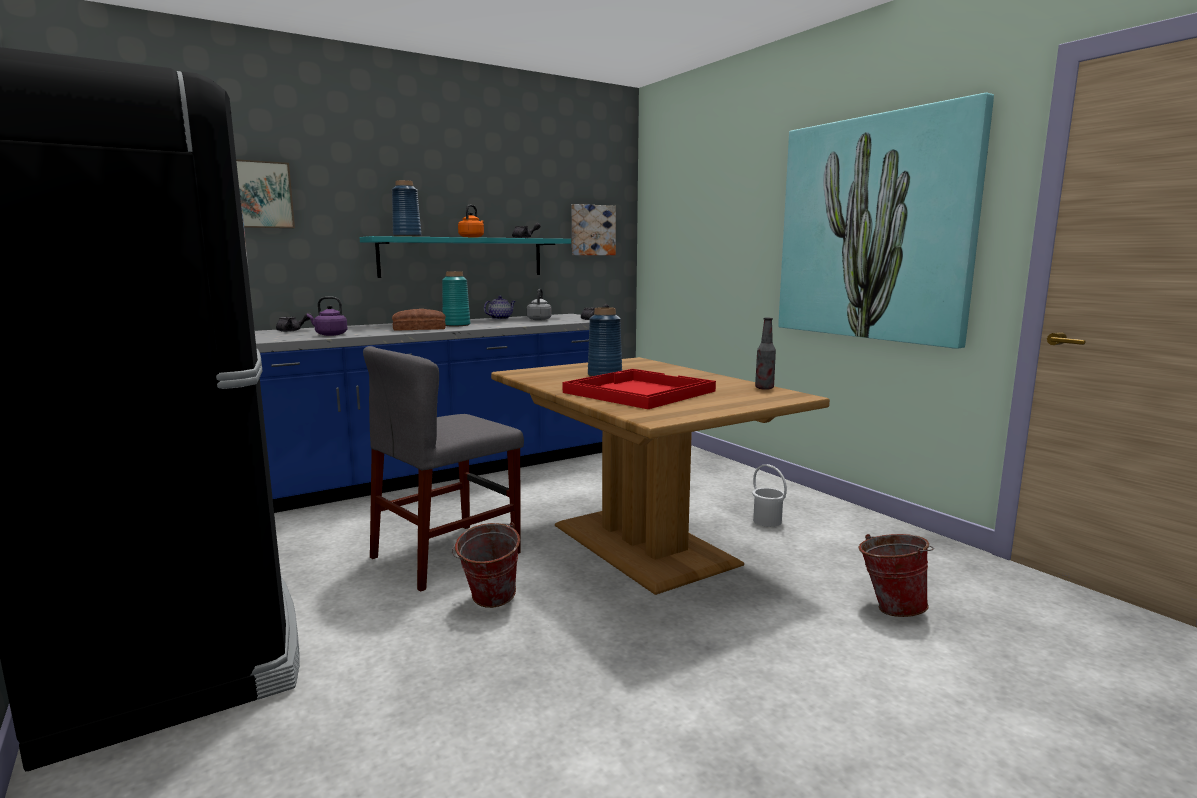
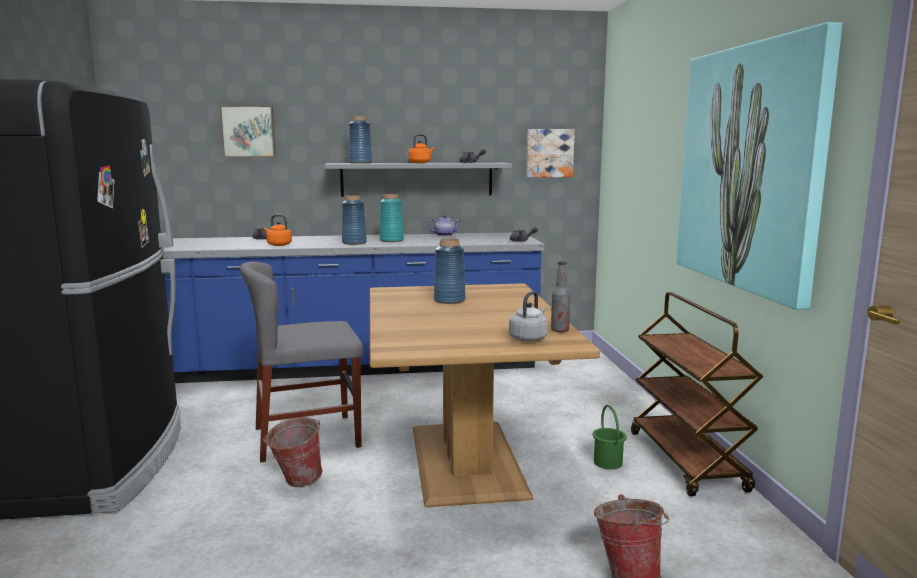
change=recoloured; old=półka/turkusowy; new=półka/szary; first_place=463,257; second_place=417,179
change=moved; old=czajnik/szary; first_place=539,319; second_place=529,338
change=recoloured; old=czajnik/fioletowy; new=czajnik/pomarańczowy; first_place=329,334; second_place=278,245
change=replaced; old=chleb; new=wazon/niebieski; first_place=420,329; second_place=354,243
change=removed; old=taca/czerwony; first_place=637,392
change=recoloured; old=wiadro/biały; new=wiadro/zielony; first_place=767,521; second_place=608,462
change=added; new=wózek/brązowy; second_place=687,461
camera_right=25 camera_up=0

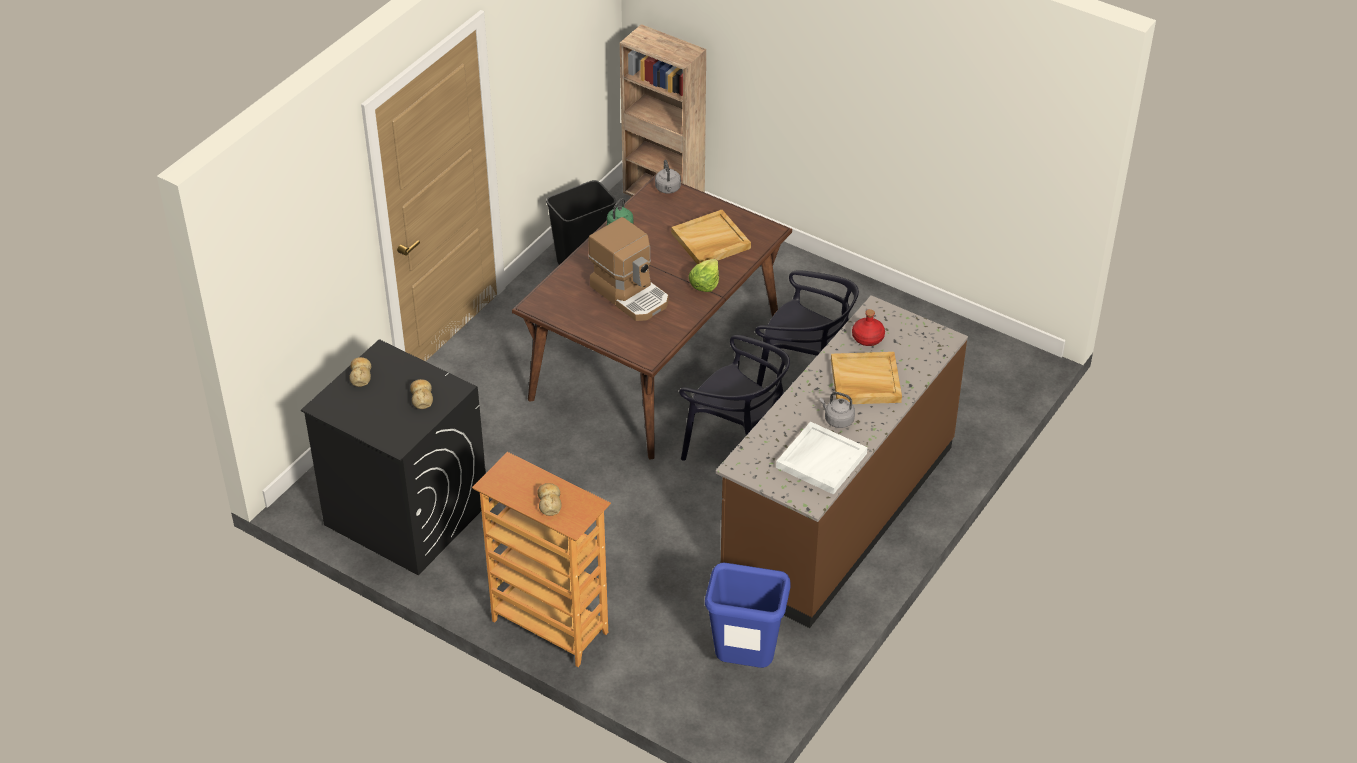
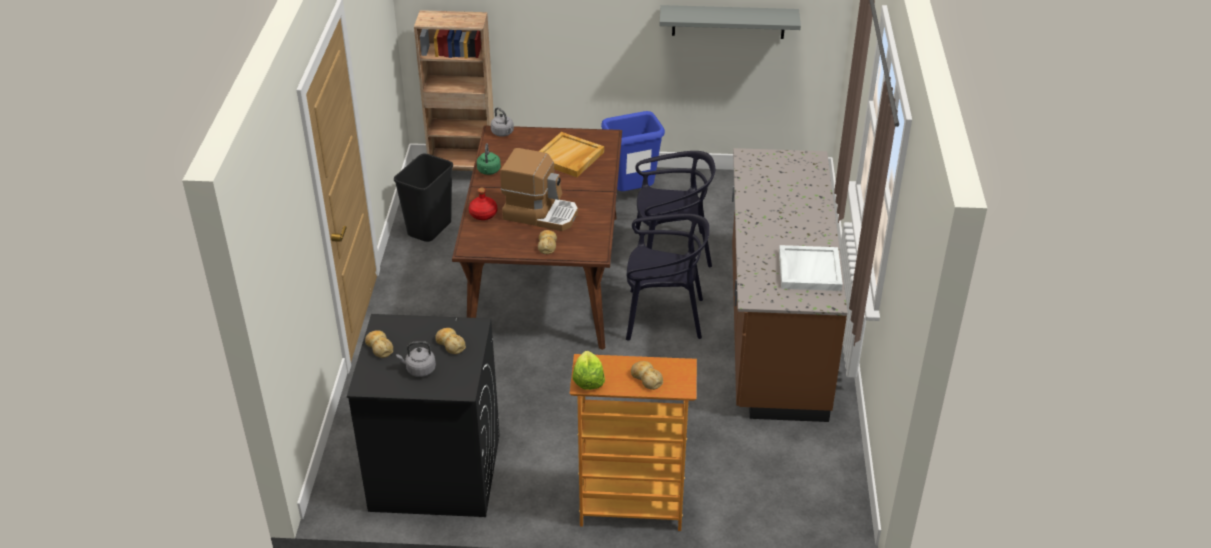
change=moved; old=sałata; first_place=705,283; second_place=588,380
change=moved; old=butelka/czerwony; first_place=867,337; second_place=483,214
change=removed; old=taca/beżowy; first_place=865,381
change=moved; old=czajnik/szary; first_place=837,420; second_place=419,370
change=moved; old=kosz na śmieci/niebieski; first_place=744,662; second_place=631,193
change=added; new=półka/szary; second_place=728,21
change=added; new=chleb; second_place=547,245
camera_right=-30 camera_up=-5

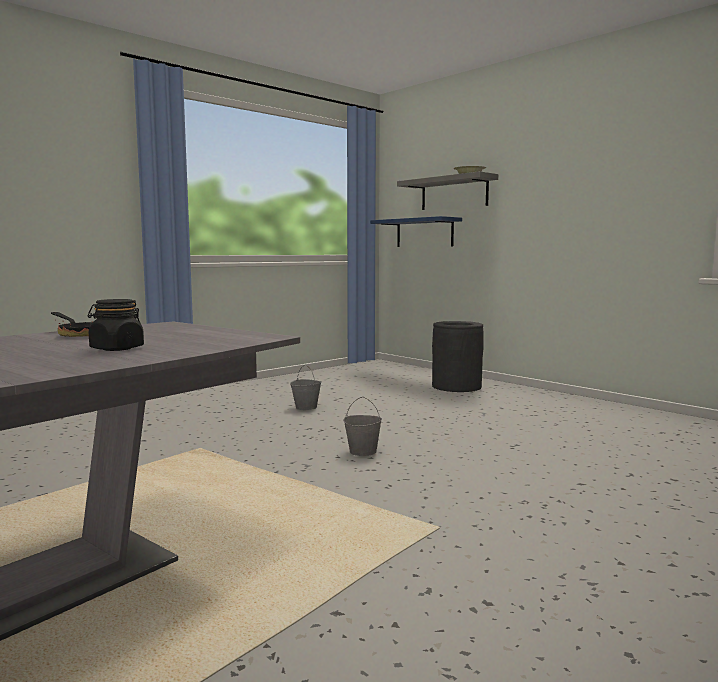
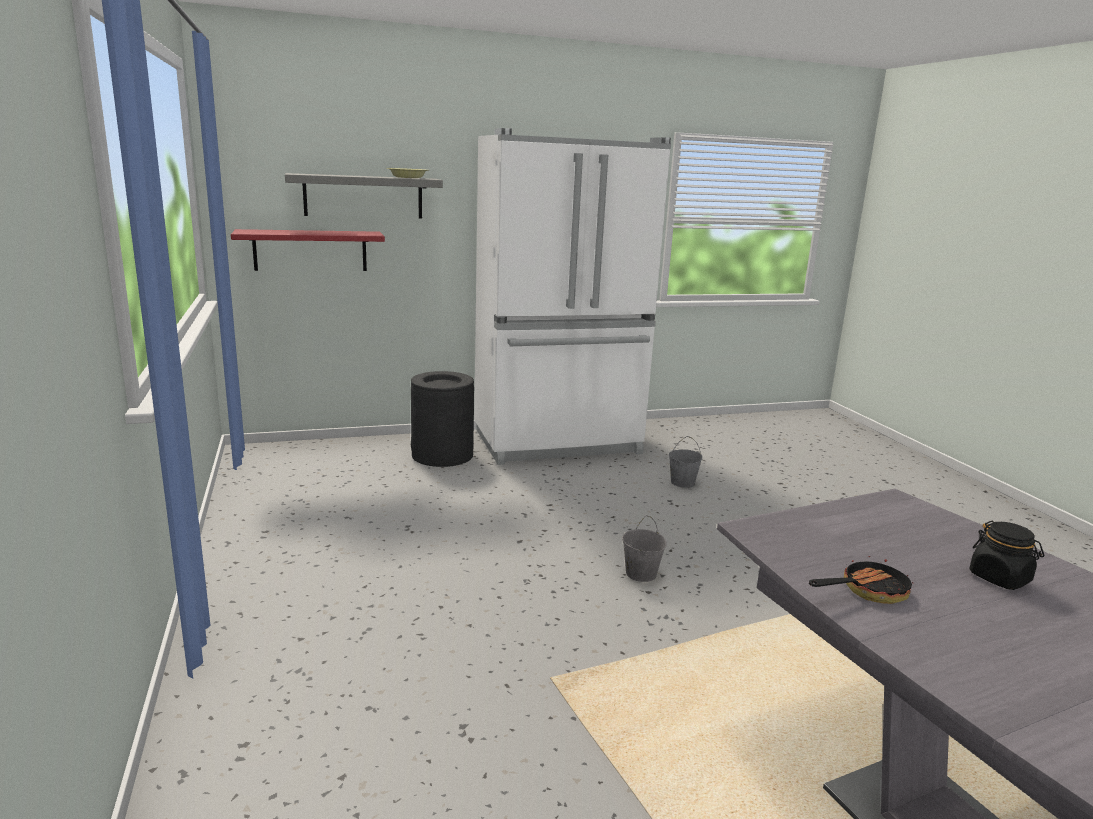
change=recoloured; old=półka/niebieski; new=półka/czerwony; first_place=424,233; second_place=310,250
change=moved; old=wiadro/szary; first_place=306,407; second_place=682,482
change=added; new=lodówka/biały; second_place=559,443
camera_right=-65 camera_up=10

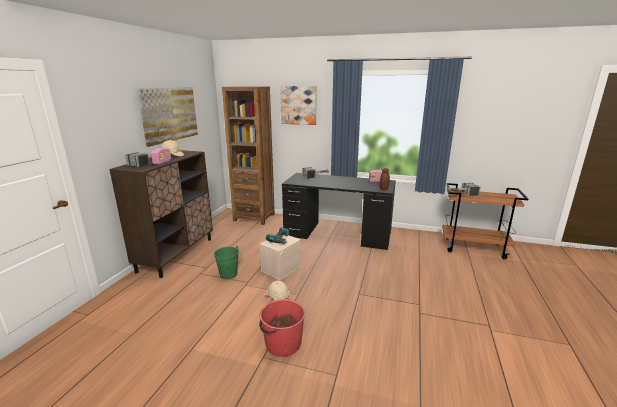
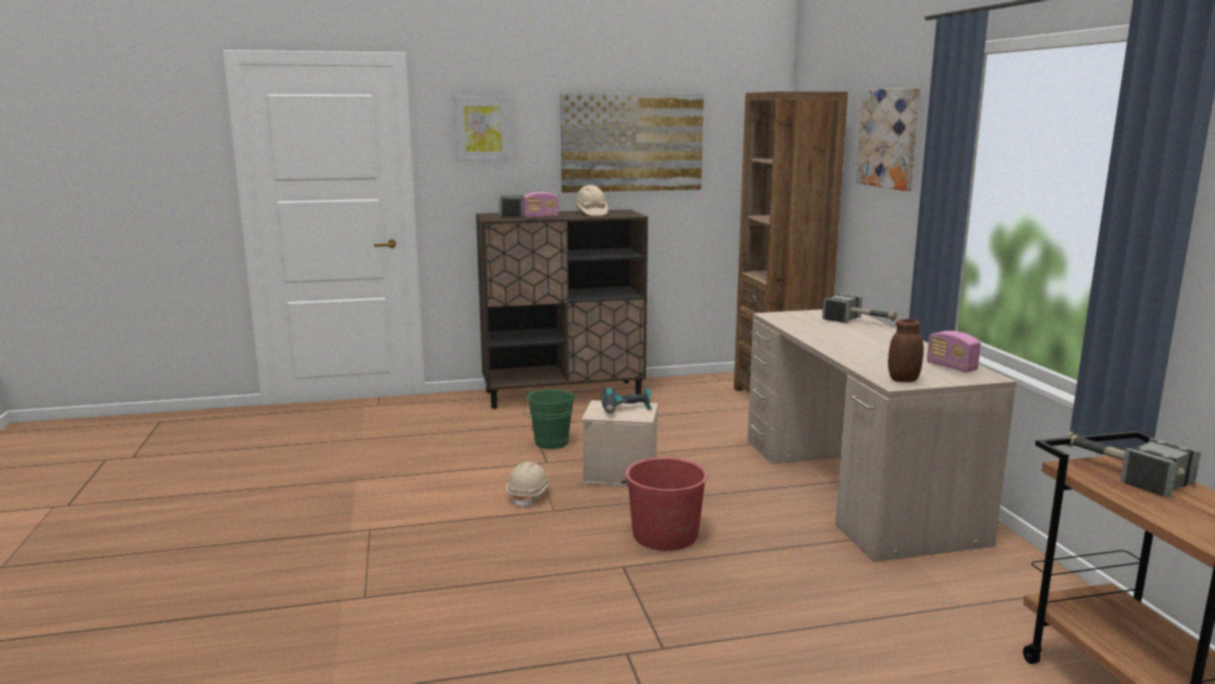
change=recoloured; old=biurko/czarny; new=biurko/beżowy; first_place=338,234; second_place=853,487
change=moved; old=wiadro/czerwony; first_place=282,343; second_place=664,535
change=added; new=obraz; second_place=482,129
camera_right=60 camera_up=-5

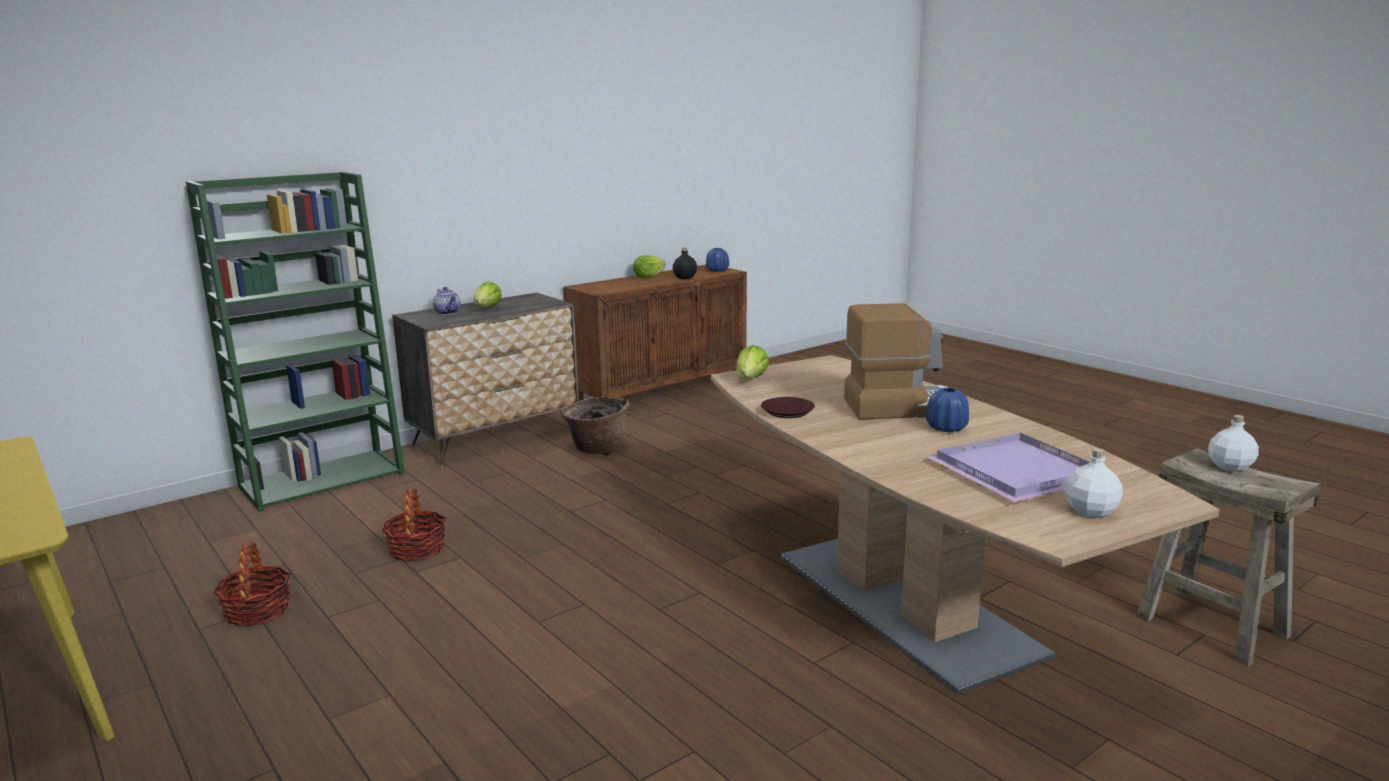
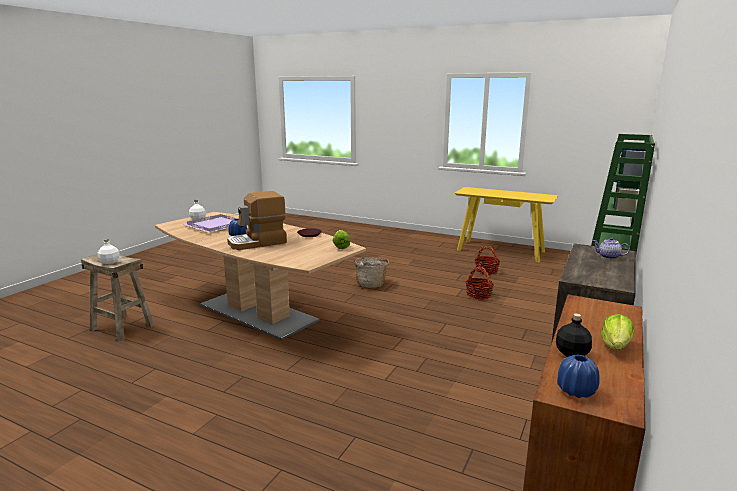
change=removed; old=sałata; first_place=487,309
change=moved; old=koszyk; first_place=596,450; second_place=371,284
camera_right=155 camera_up=0

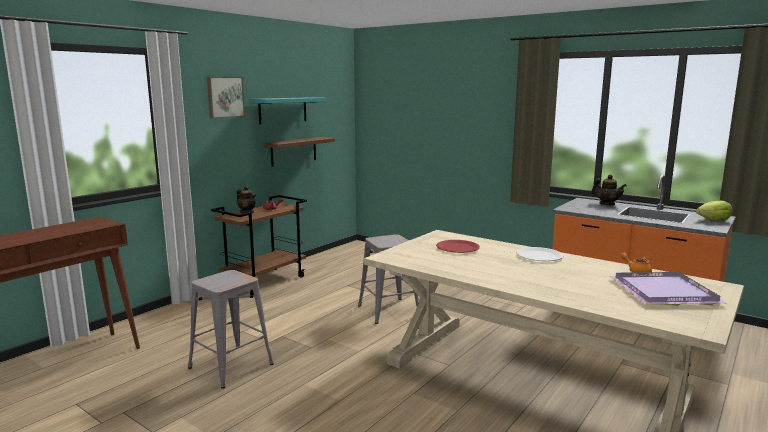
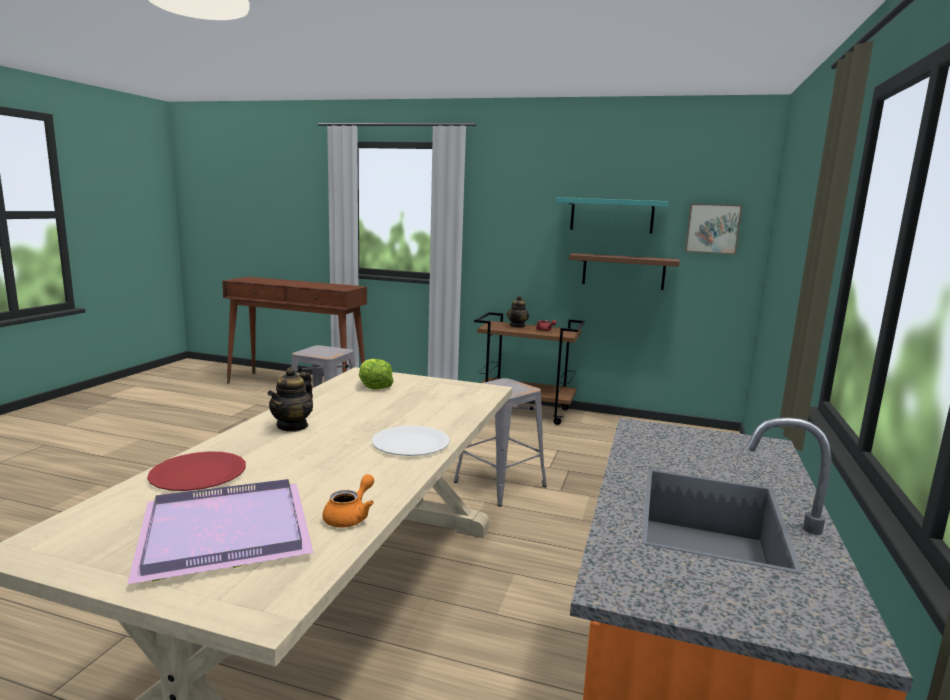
change=moved; old=obraz; first_place=225,97; second_place=712,228
change=moved; old=imbryk; first_place=607,204; second_place=292,426
change=moved; old=sałata; first_place=713,220; second_place=374,386
change=moved; old=talerz/czerwony; first_place=458,248; second_place=198,474
camera_right=70 camera_up=0

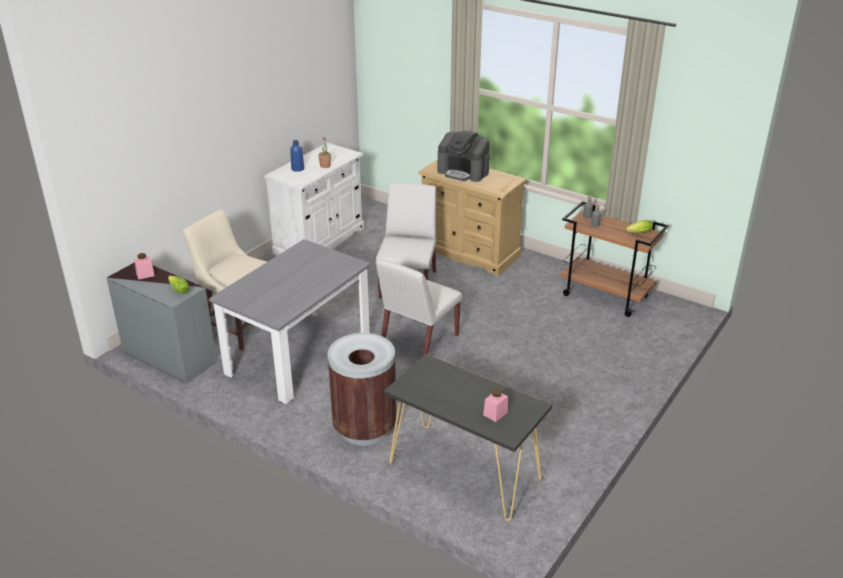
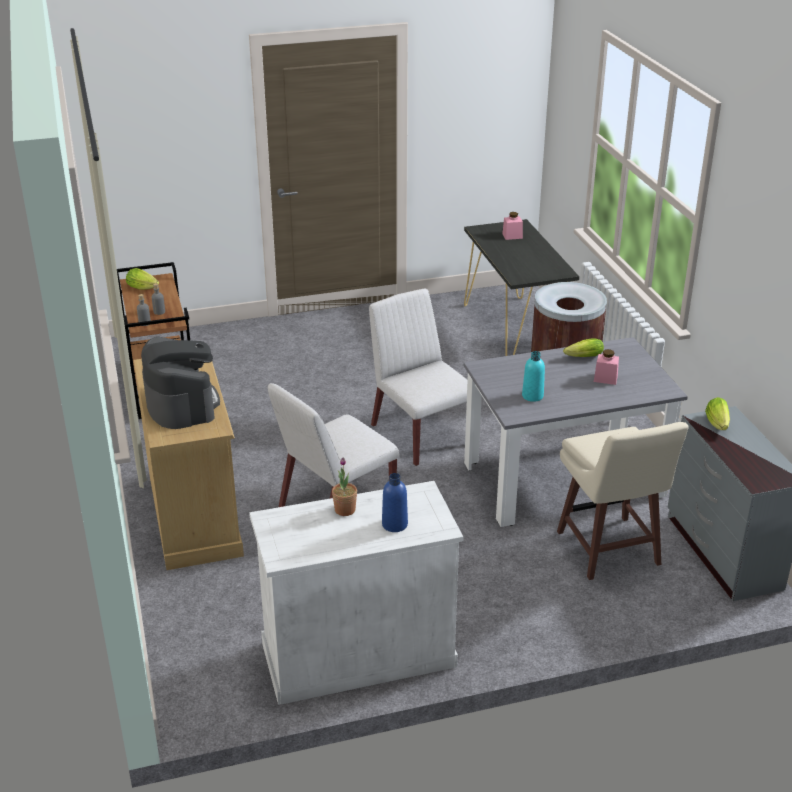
change=moved; old=słoik/różowy; first_place=145,274; second_place=605,378
change=turned; old=krzesło/biały; first_place=418,343; second_place=420,434; degrees=-105
change=added; new=sałata; second_place=582,357
change=added; new=butelka/turkusowy; second_place=532,396
camera_right=-140 camera_up=0

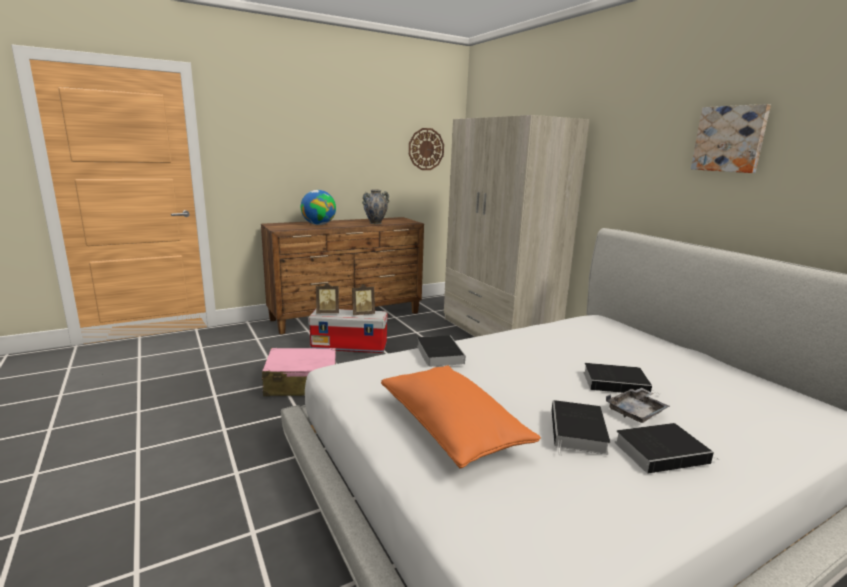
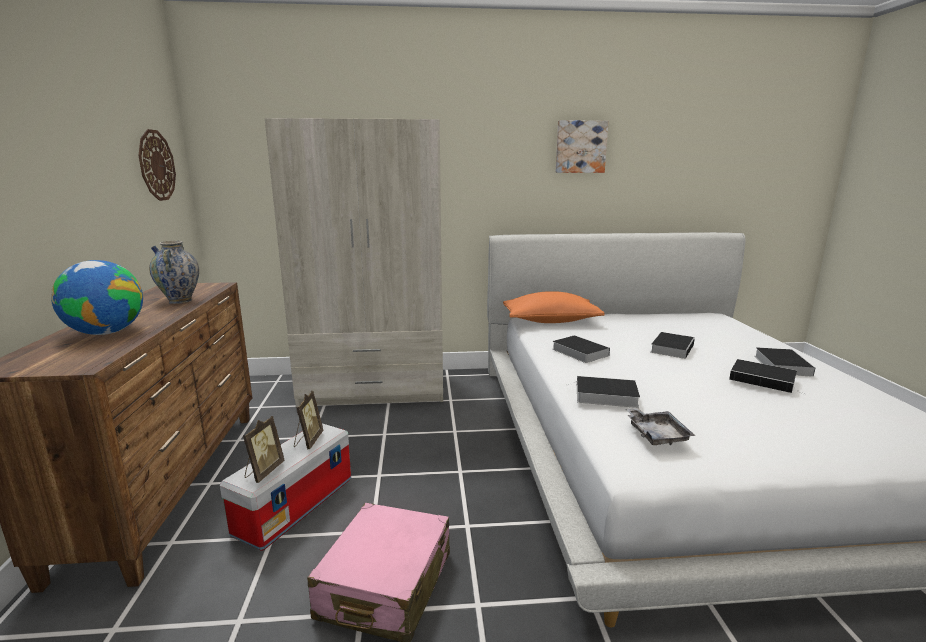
change=moved; old=poduszka/pomarańczowy; first_place=451,429; second_place=550,321
change=moved; old=taca/szary; first_place=636,412; second_place=656,434
change=added; new=książka; second_place=578,352
camera_right=-65 camera_up=0

